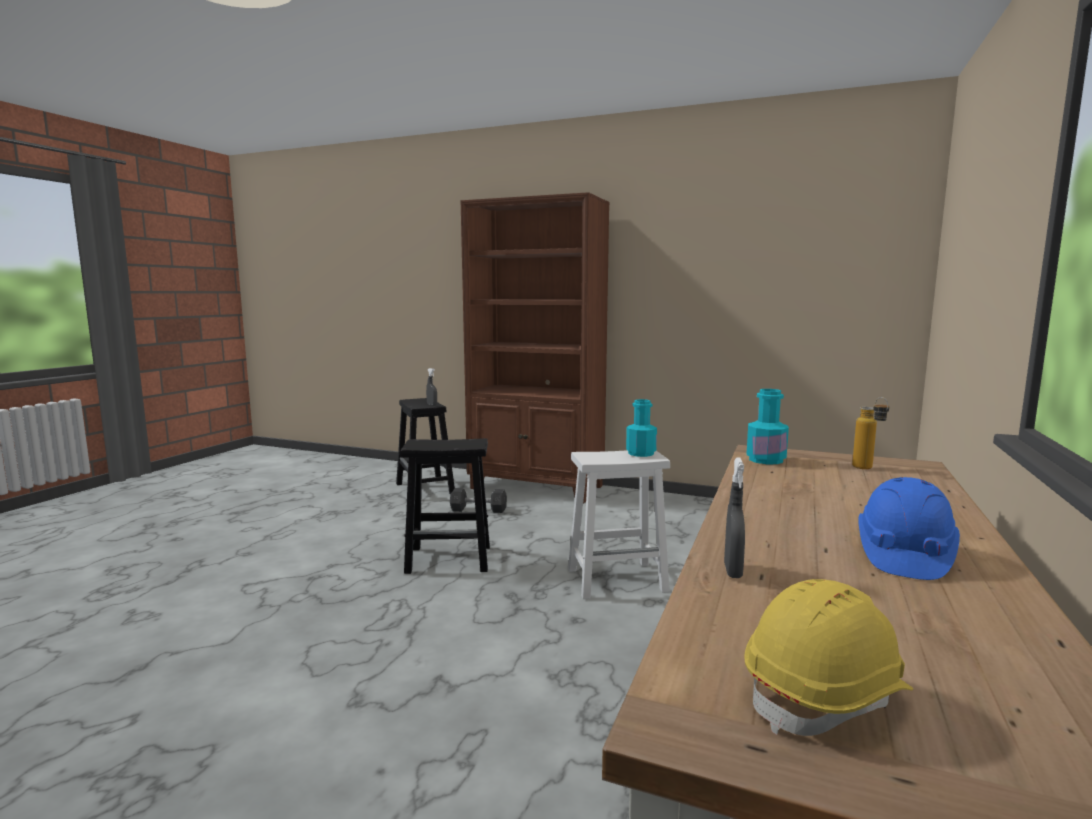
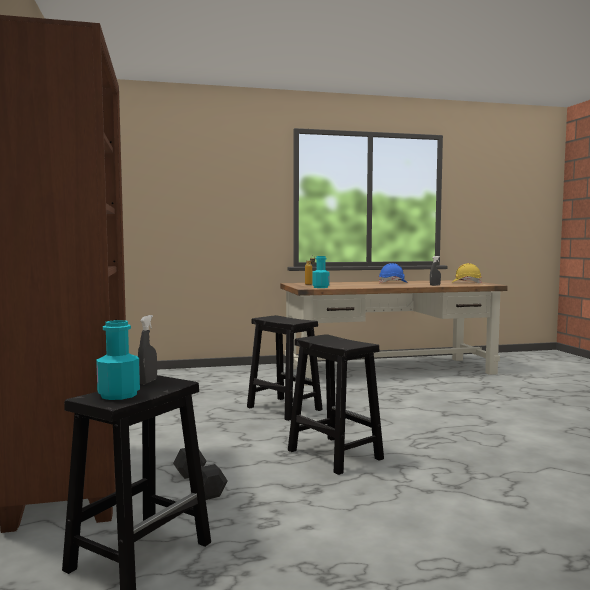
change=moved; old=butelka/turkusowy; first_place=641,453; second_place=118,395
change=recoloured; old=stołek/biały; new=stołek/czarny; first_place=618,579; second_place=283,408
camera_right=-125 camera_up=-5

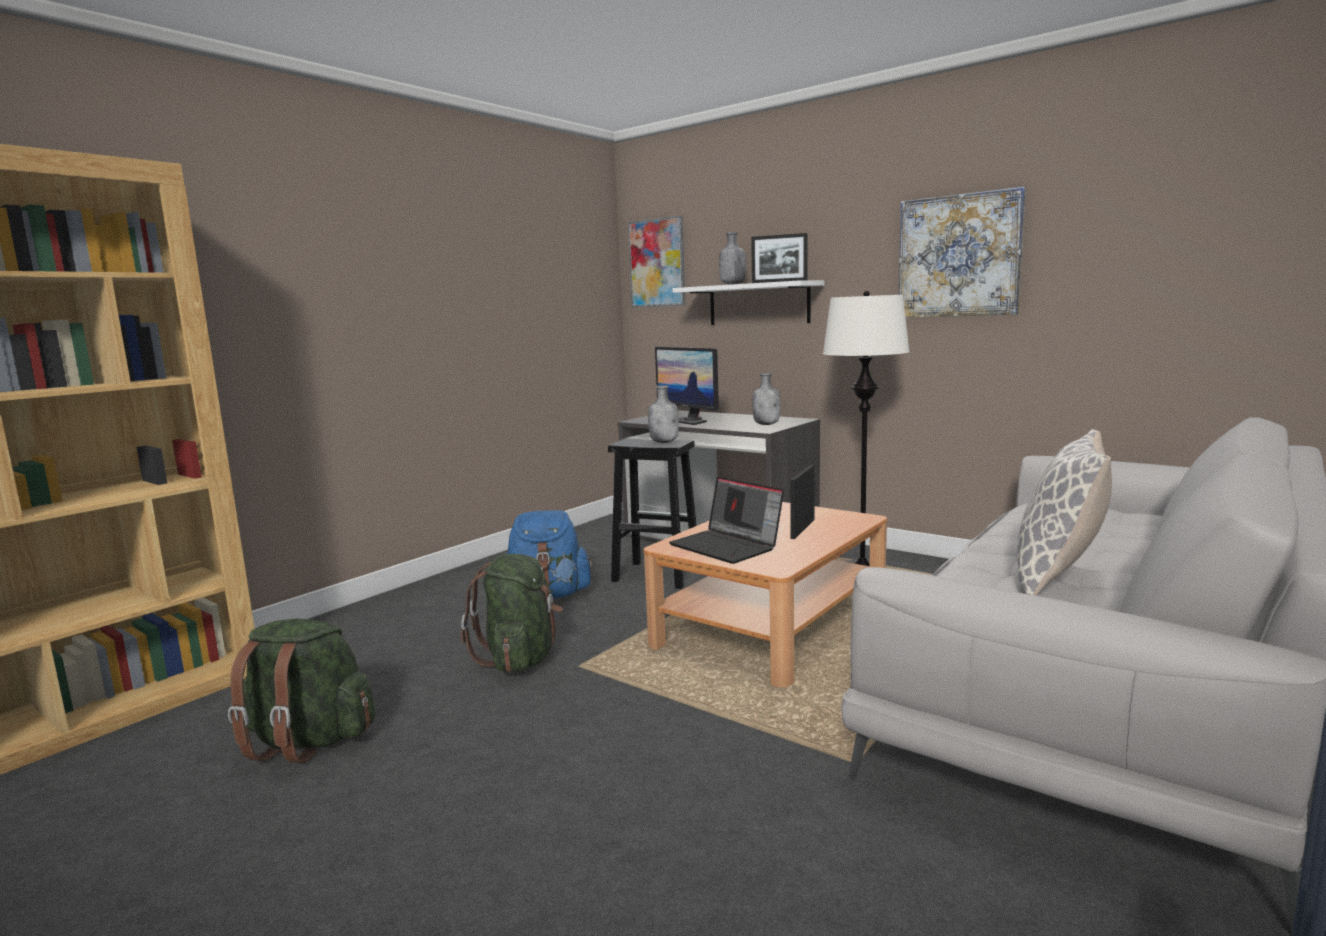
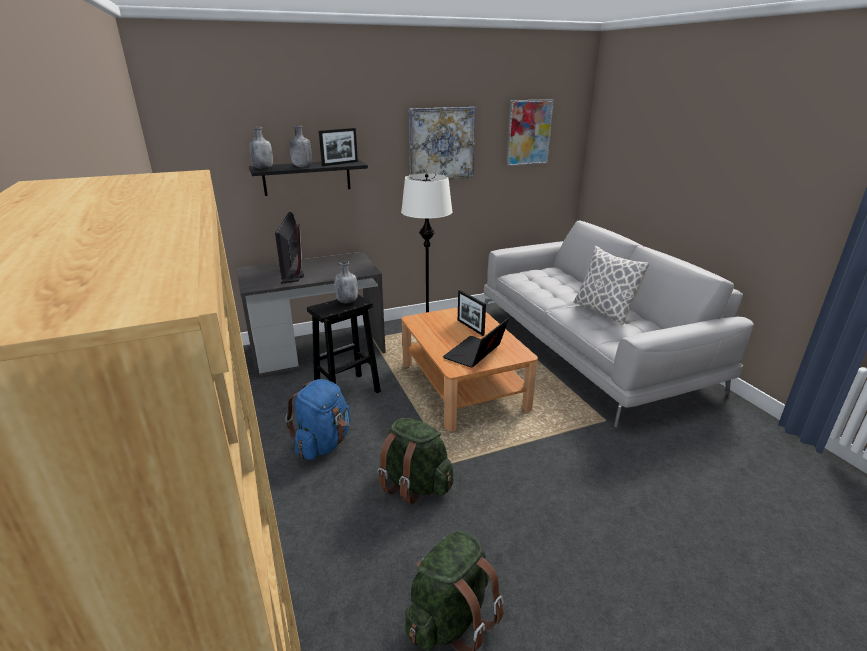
change=moved; old=obraz; first_place=657,263; second_place=529,132
change=recoloured; old=półka/biały; new=półka/czarny; first_place=758,304; second_place=307,177
change=turned; old=monitor; first_place=689,421; second_place=293,276; degrees=90
change=moved; old=butelka/szary; first_place=767,424; second_place=263,168
change=turned; old=laptop; first_place=728,546; second_place=475,354; degrees=135
camera_right=-60 camera_up=15

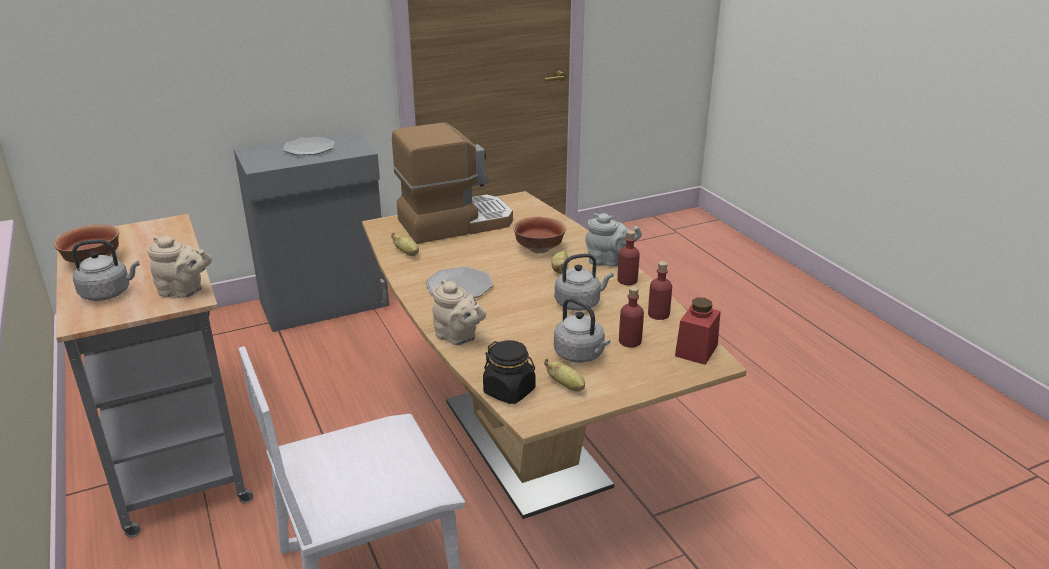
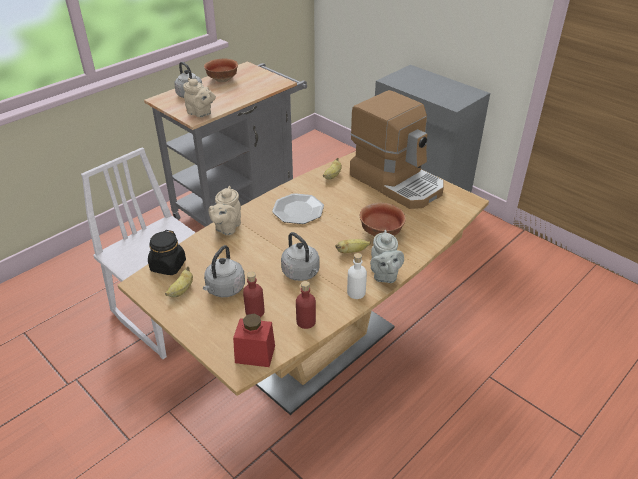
change=removed; old=talerz; first_place=309,148
change=recoloured; old=butelka/czerwony; new=butelka/biały; first_place=627,280; second_place=356,292
change=turned; old=imbryk/beżowy; first_place=184,291; second_place=201,113; degrees=-45
camera_right=70 camera_up=10

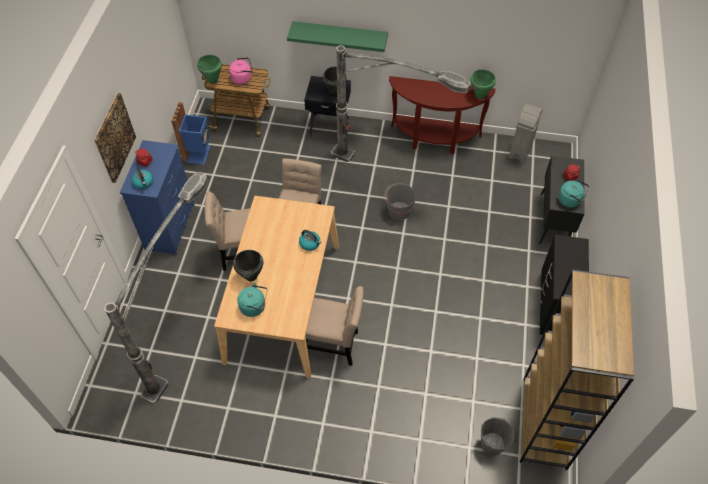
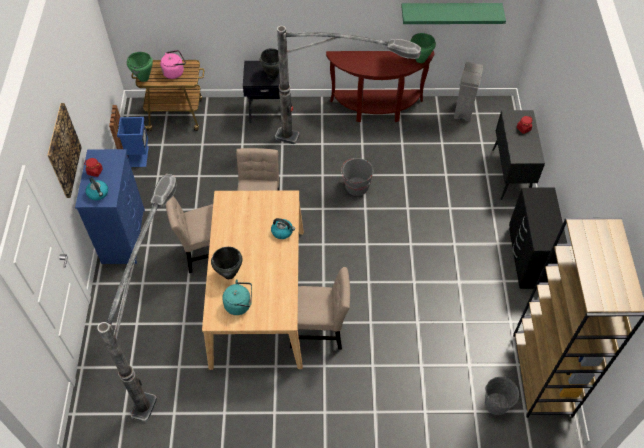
change=moved; old=półka/zielony; first_place=340,35; second_place=450,11
change=removed; old=czajnik/turkusowy; first_place=570,200
camera_right=-10 camera_up=0

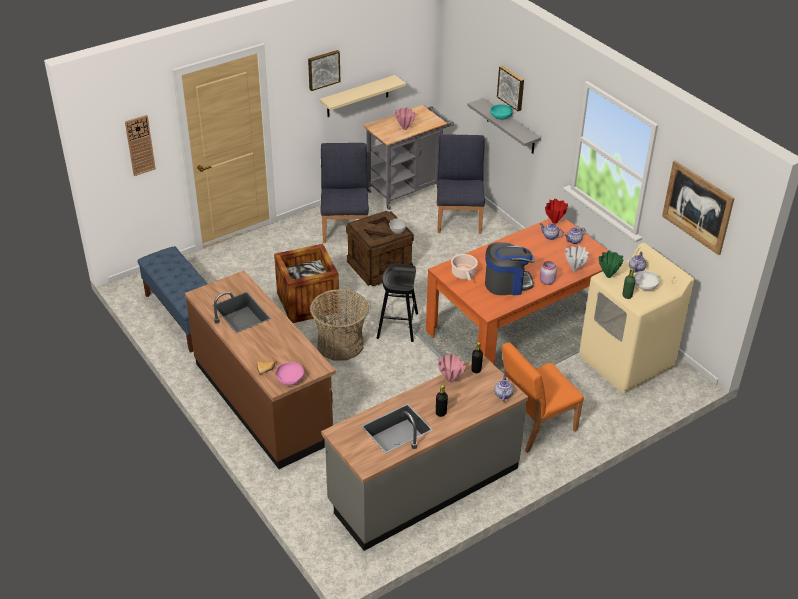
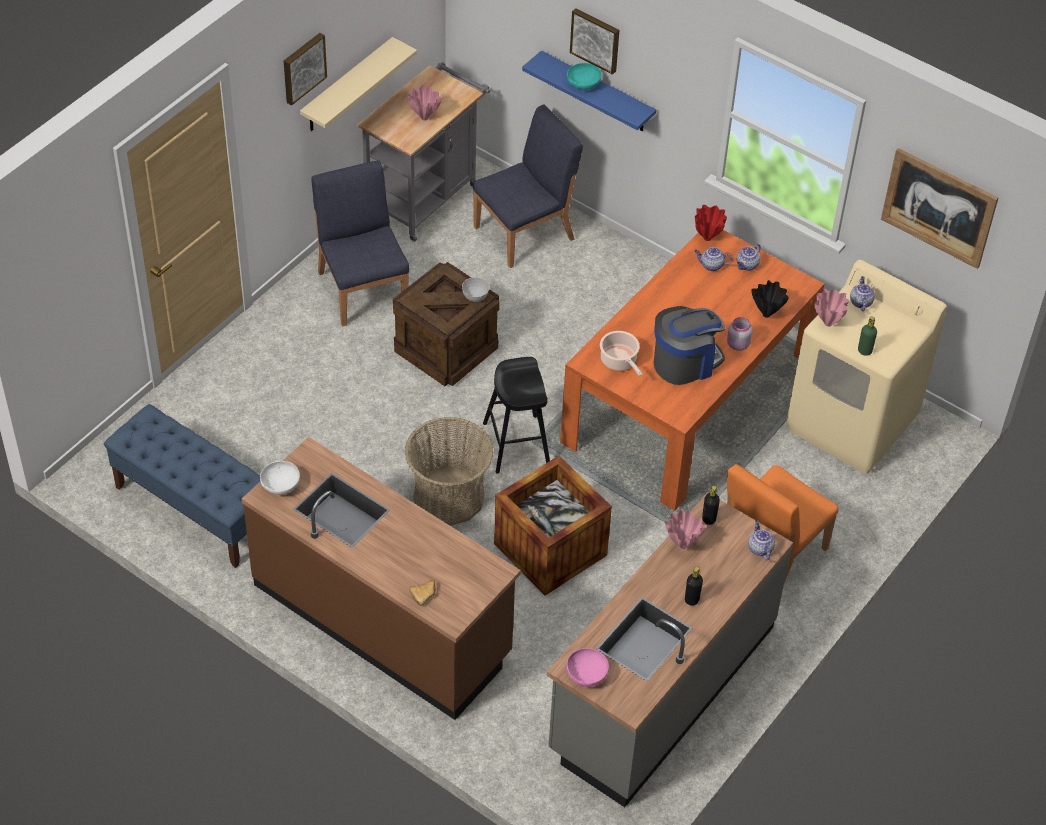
change=recoloured; old=półka/szary; new=półka/niebieski; first_place=510,127; second_place=597,93
change=removed; old=zegar ścienny; first_place=140,145
change=turned; old=krzesło/niebieski; first_place=459,218; second_place=525,233; degrees=75
change=moved; old=skrzynka; first_place=307,302; second_place=550,549
change=recoloured; old=wazon/biały; new=wazon/czarny; first_place=574,269; second_place=767,315
change=recoloured; old=wazon/zielony; new=wazon/różowy; first_place=608,276; second_place=827,323
change=moved; old=miska/biały; first_place=644,287; second_place=280,486
change=moved; old=miska/różowy; first_place=290,380; second_place=587,675
camera_right=-20 camera_up=10

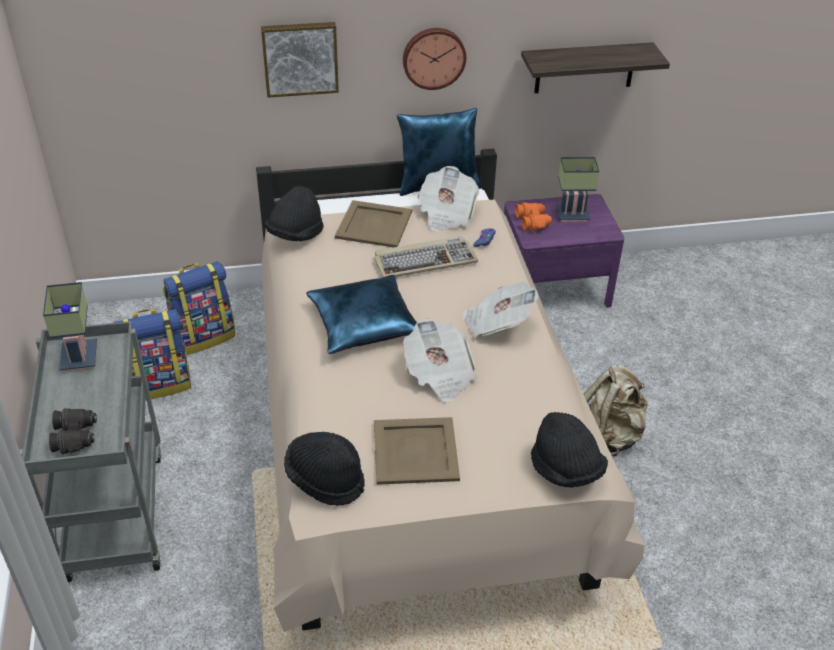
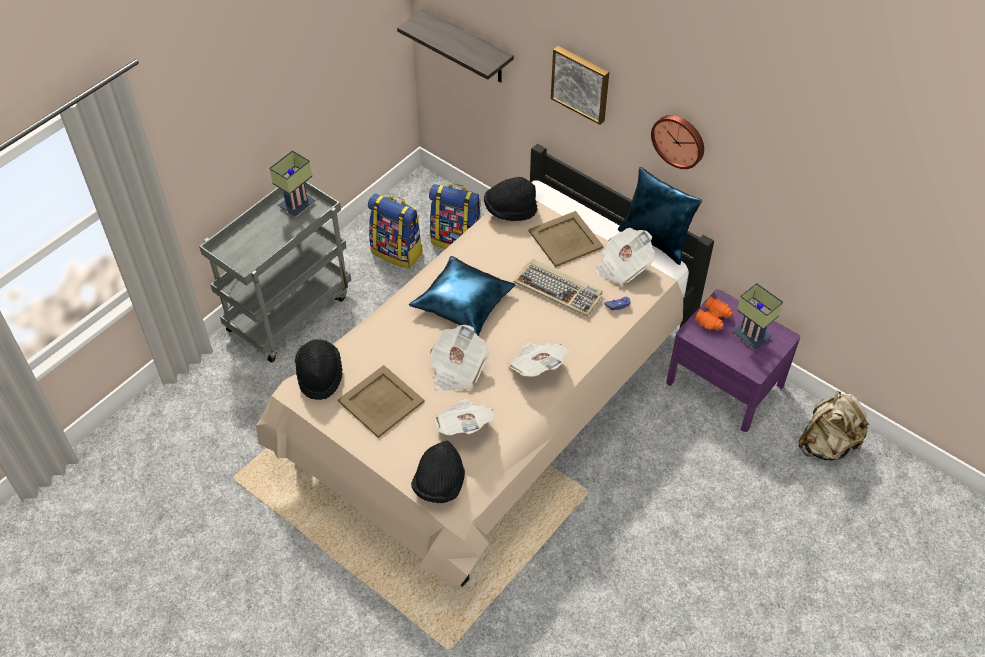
change=moved; old=półka; first_place=585,68; second_place=468,48
change=moved; old=plecak/beżowy; first_place=610,434; second_place=827,444
change=removed; old=lornetka/czarny; first_place=76,436
change=added; new=gazeta; second_place=464,426
camera_right=50 camera_up=10

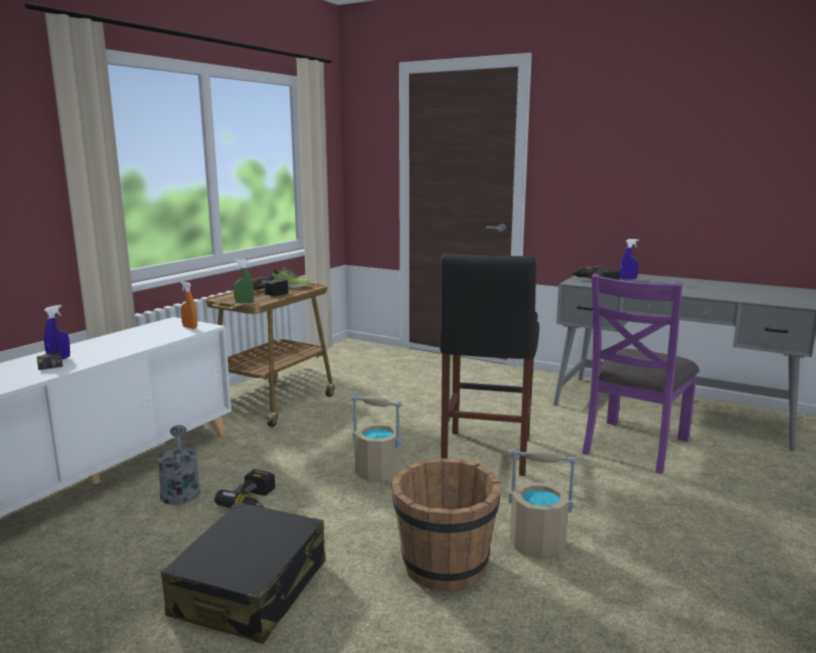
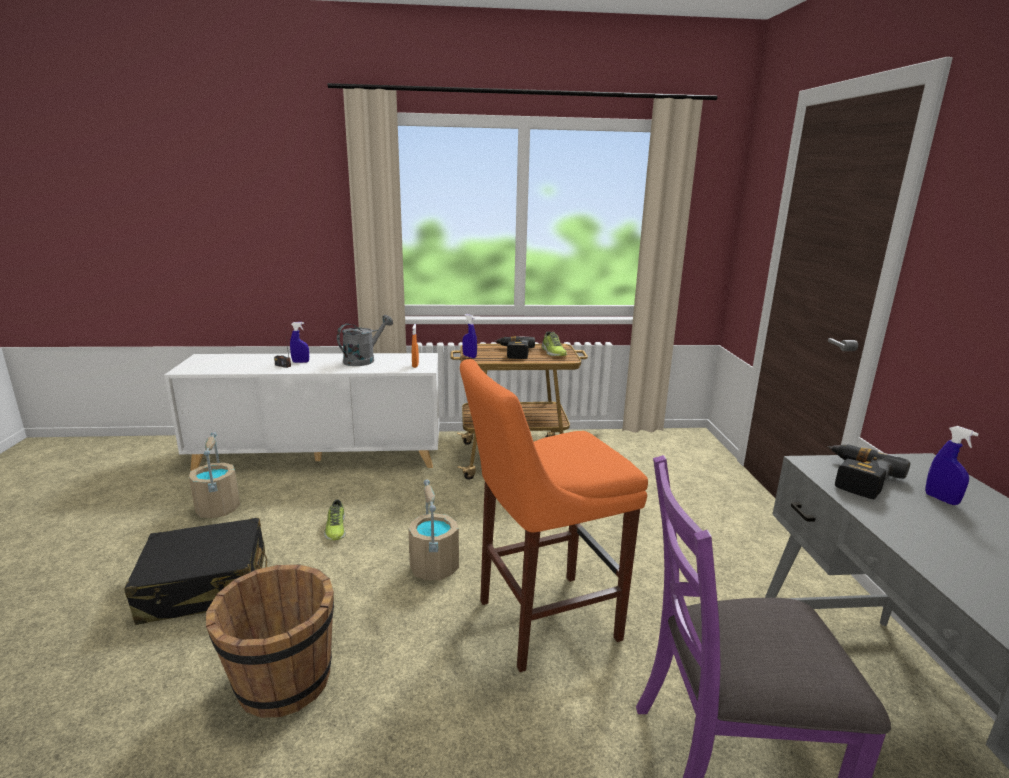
change=recoloured; old=stołek/czarny; new=stołek/pomarańczowy; first_place=485,455; second_place=541,621
change=recoloured; old=spryskiwacz/zielony; new=spryskiwacz/niebieski; first_place=244,302; second_place=469,356
change=moved; old=konewka/szary; first_place=180,490; second_place=364,360
change=moved; old=wiadro/beżowy; first_place=538,544; second_place=218,509
change=replaced; old=wiertarka; new=but; first_place=254,501; second_place=335,528
camera_right=55 camera_up=5

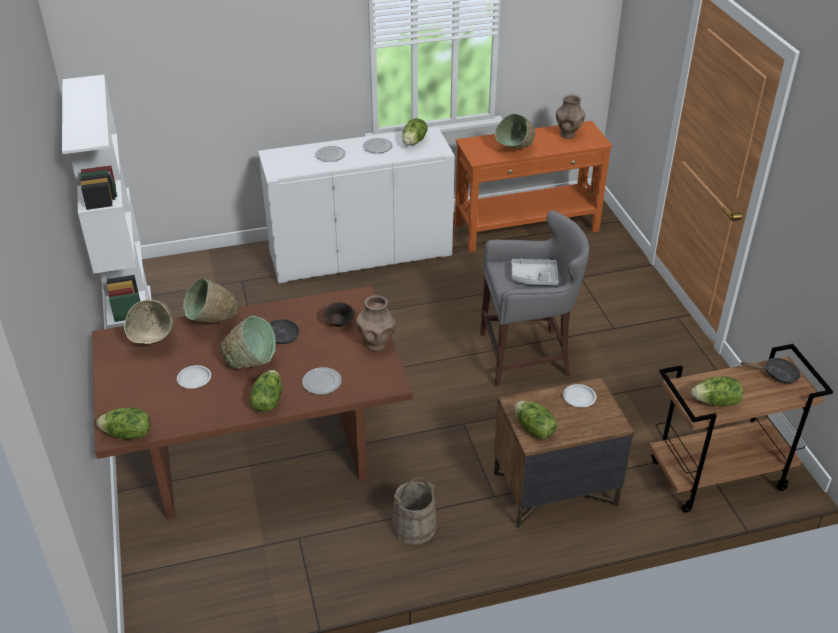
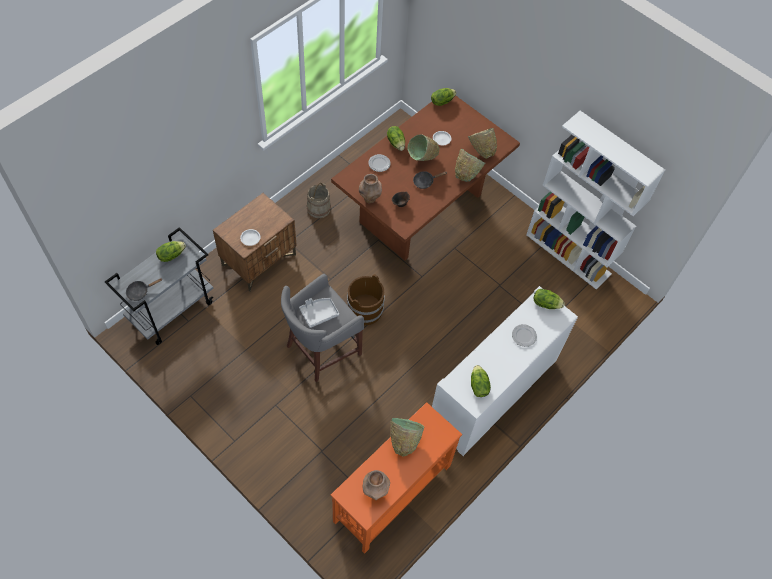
change=removed; old=talerz; first_place=377,147
change=recoloured; old=wózek/brązowy; new=wózek/szary; first_place=717,477; second_place=172,309
change=moved; old=sałata; first_place=533,429; second_place=546,303
change=added; new=wiadro/brązowy; second_place=365,309
camera_right=145 camera_up=20

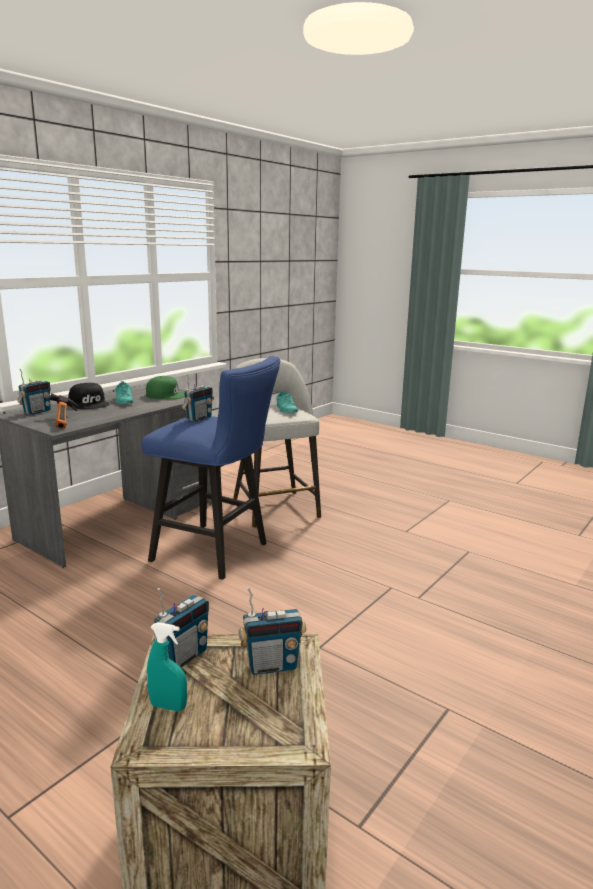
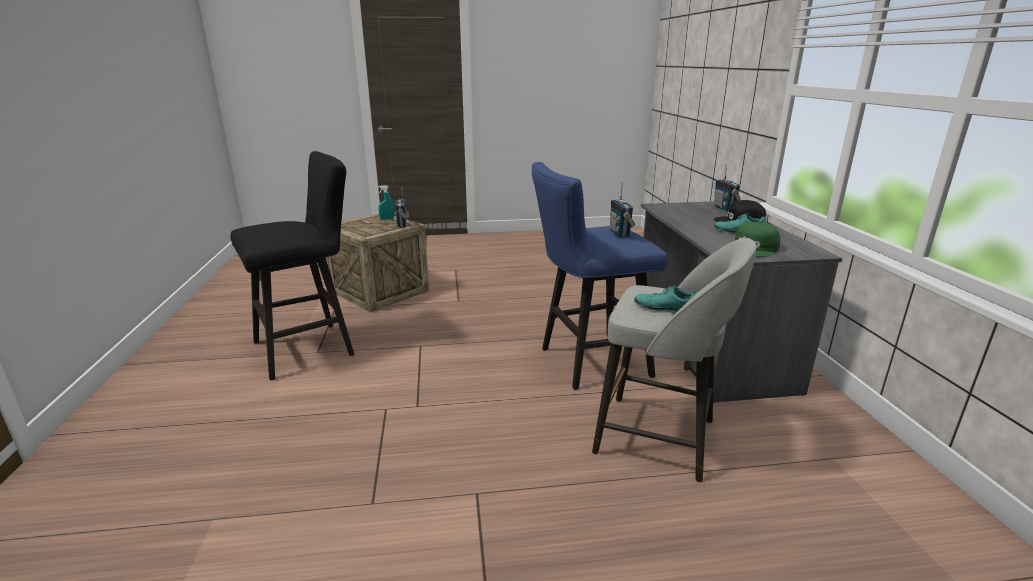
change=removed; old=młotek; first_place=66,421
change=removed; old=radio; first_place=272,665
change=added; new=stołek/czarny; second_place=311,347
camera_right=135 camera_up=5

